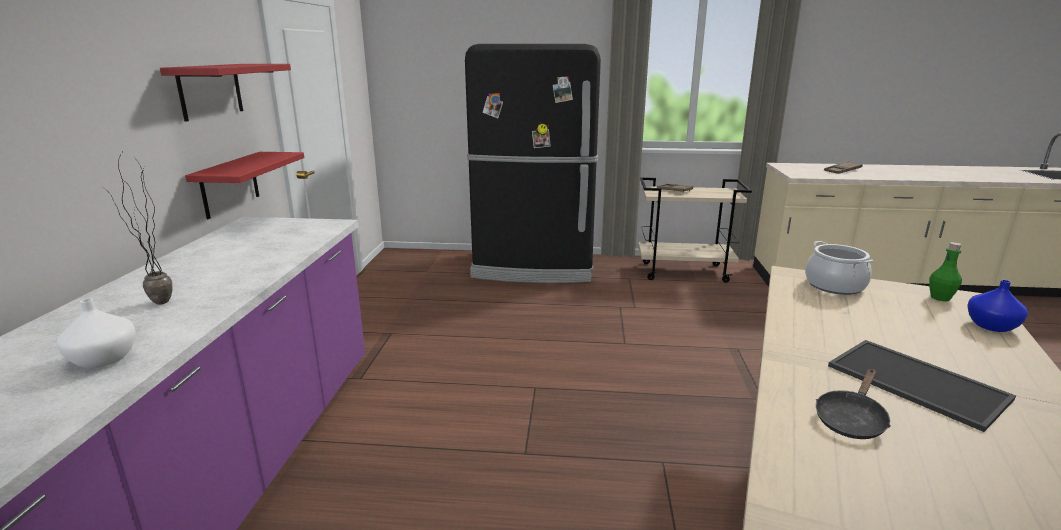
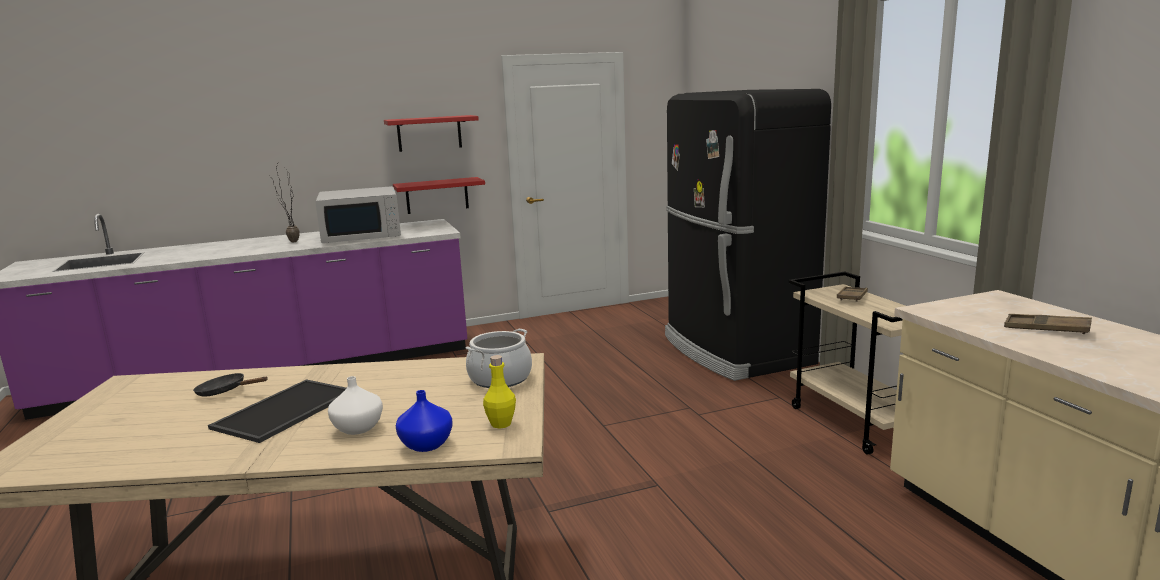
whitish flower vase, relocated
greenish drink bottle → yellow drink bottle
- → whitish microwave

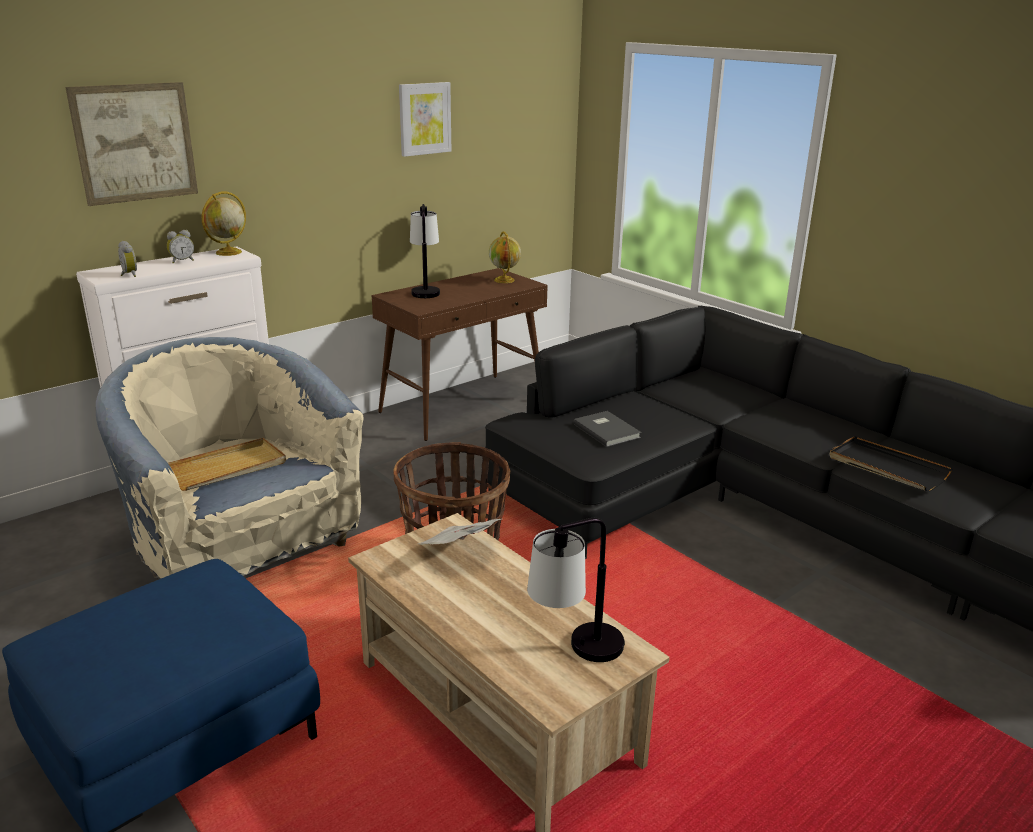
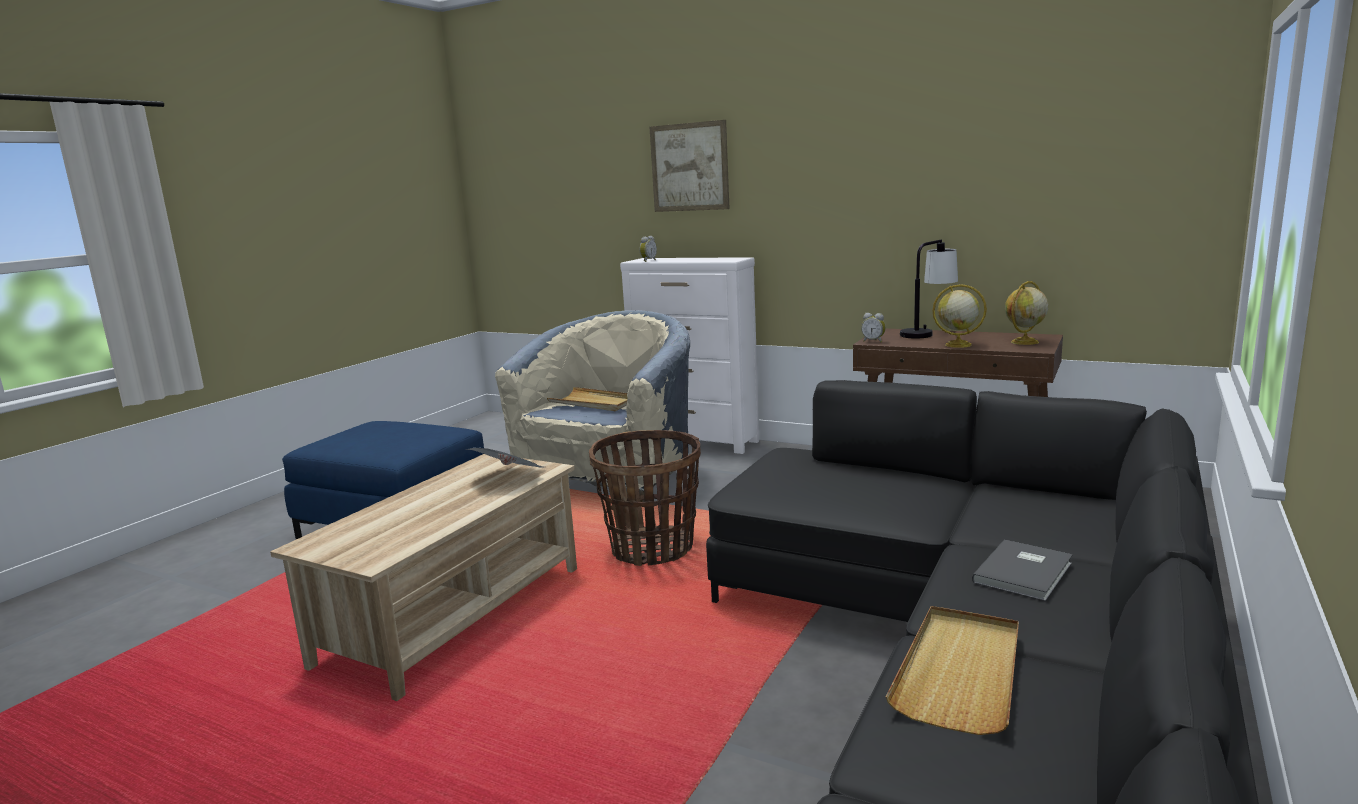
bedside clock (no. 2 from left), relocated
world globe (no. 1 from left), relocated
wall picture (no. 2 from left) → -
table lamp (no. 2 from left) → -
grey volume, relocated
blackish serving tray → beige serving tray (no. 2 from left)

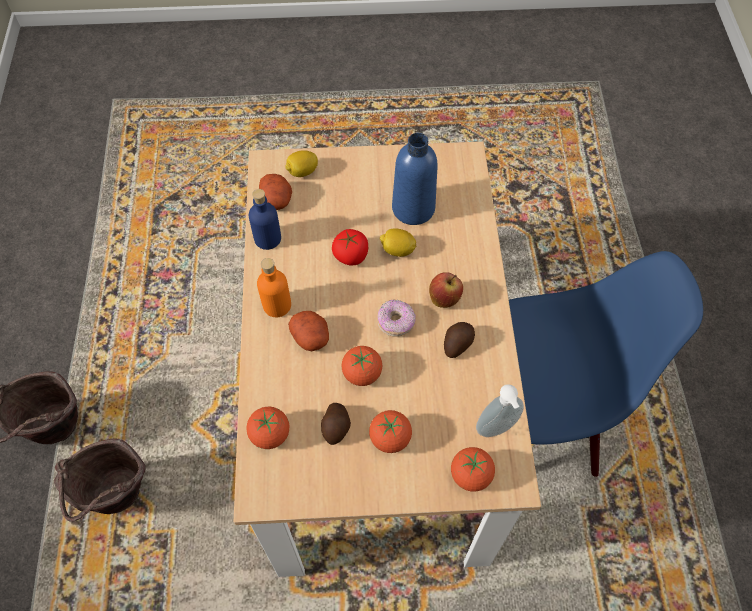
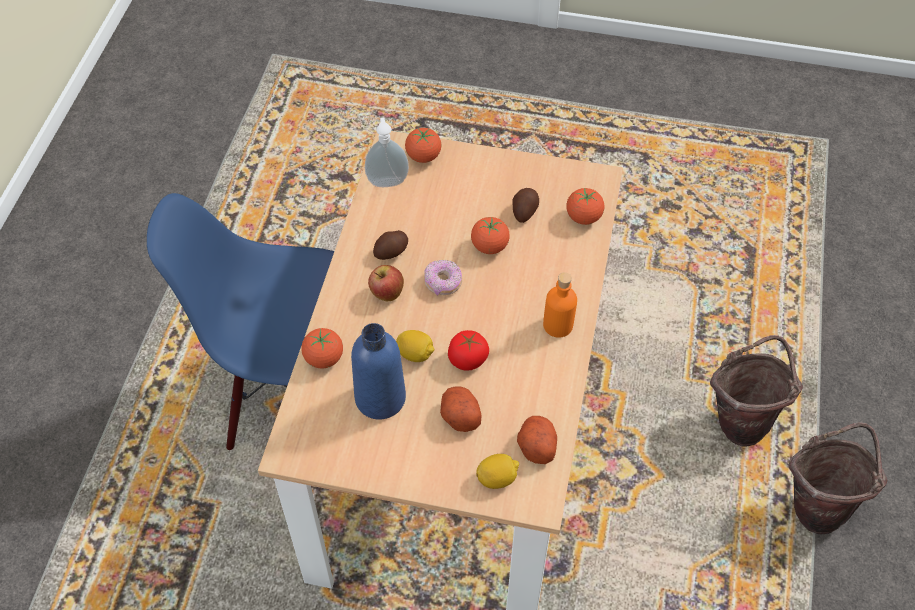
blue-coloured drink bottle (no. 1 from left) → -
spud (no. 2 from left), relocated
tomato (no. 4 from left in the first image) → tomato (no. 1 from left), relocated

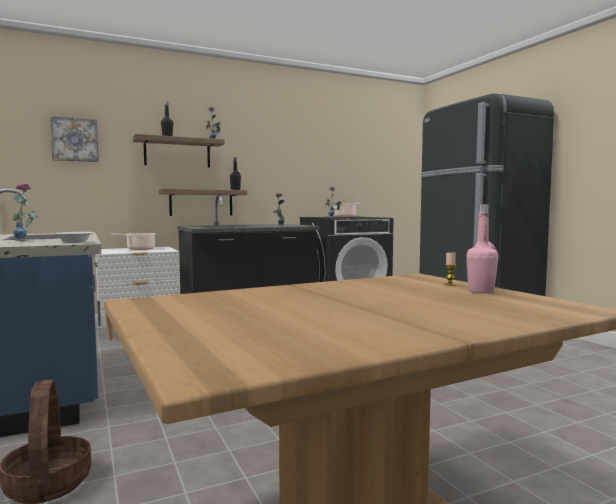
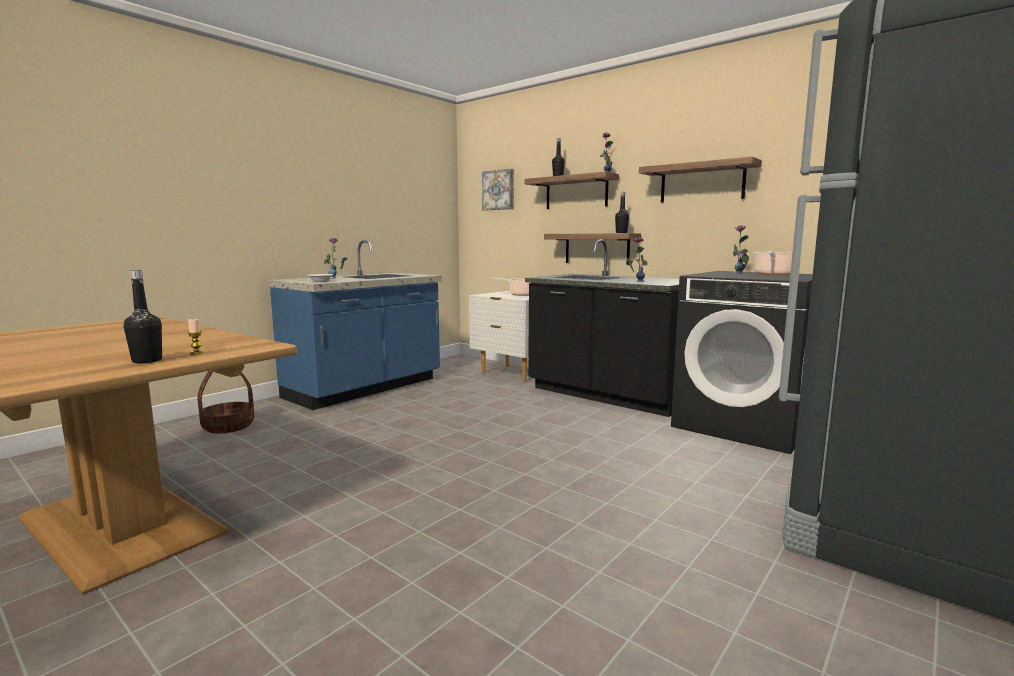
pinkish drink bottle → blackish drink bottle (no. 1 from left)
- → bracket shelf (no. 3 from left)

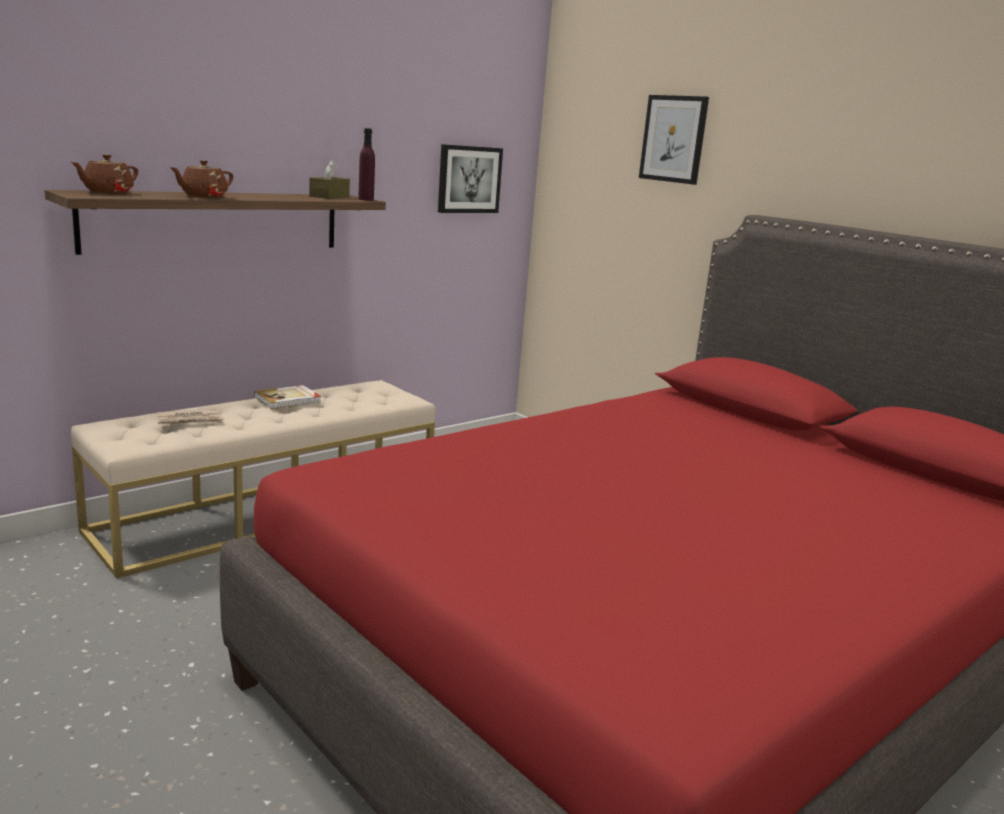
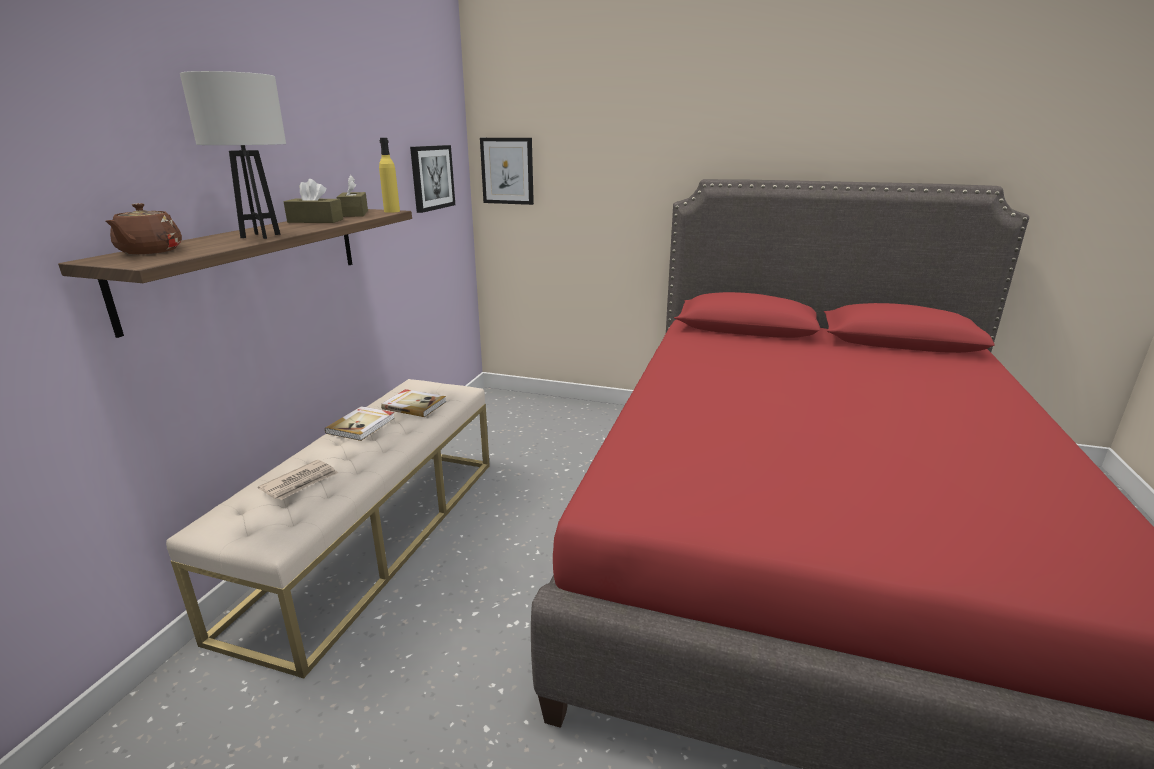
brownish pot for tea (no. 2 from left) → whitish table lamp
purple drink bottle → yellow drink bottle
wall picture (no. 2 from left), relocated
- → brownish box of tissues (no. 1 from left)
- → volume (no. 2 from left)

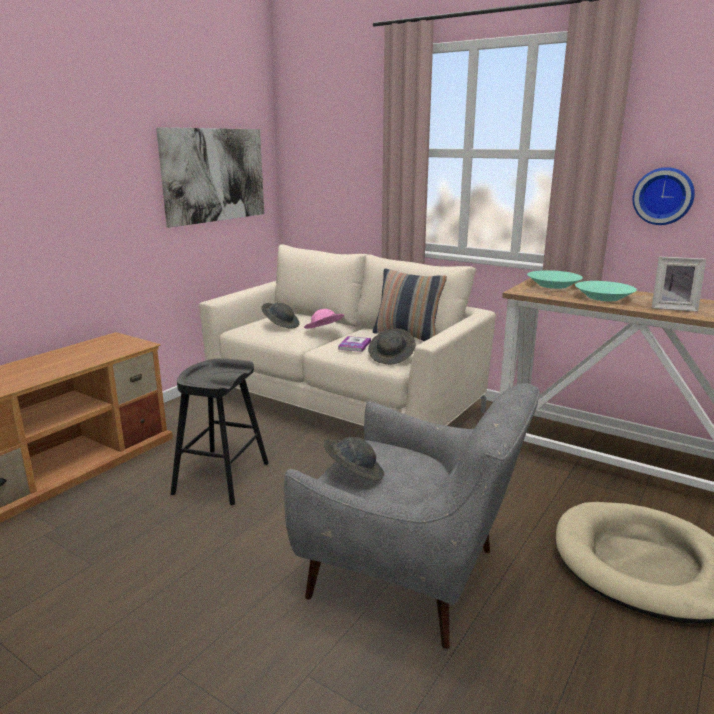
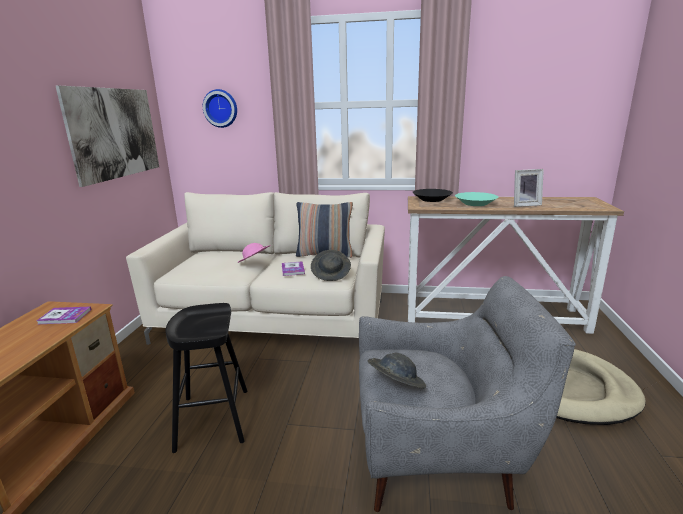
grey wearable hat (no. 1 from left) → -
turquoise-coloured bowl (no. 1 from left) → blackish bowl
hanging clock, relocated
- → volume (no. 1 from left)

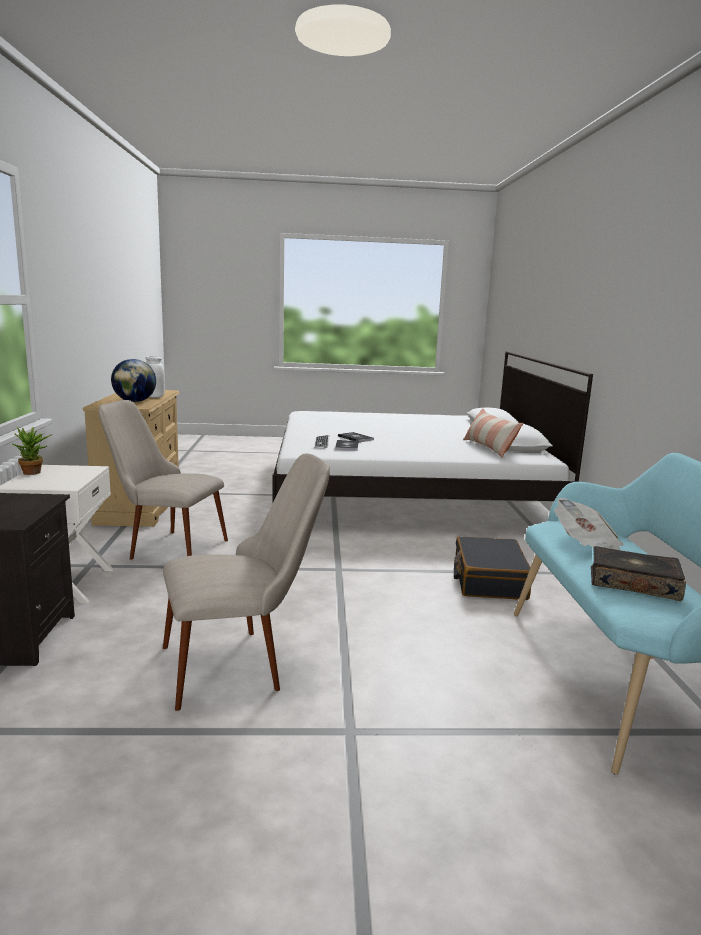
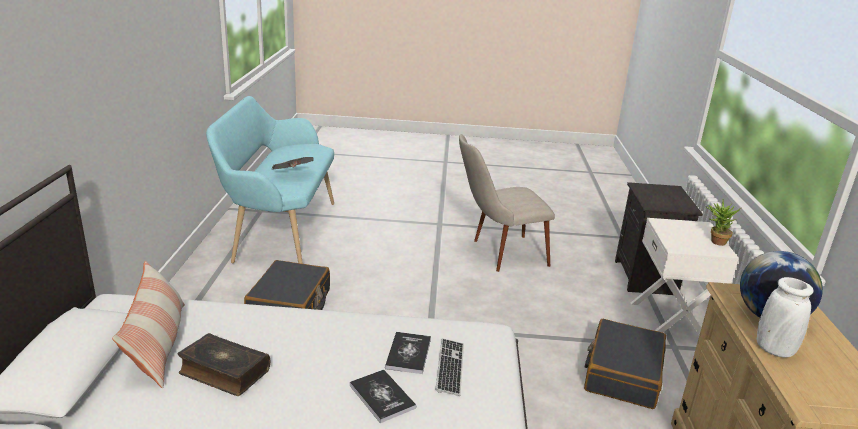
beige plain chair (no. 1 from left) → blackish piece of luggage (no. 2 from left)
volume (no. 3 from left in the first image) → volume (no. 1 from left), relocated

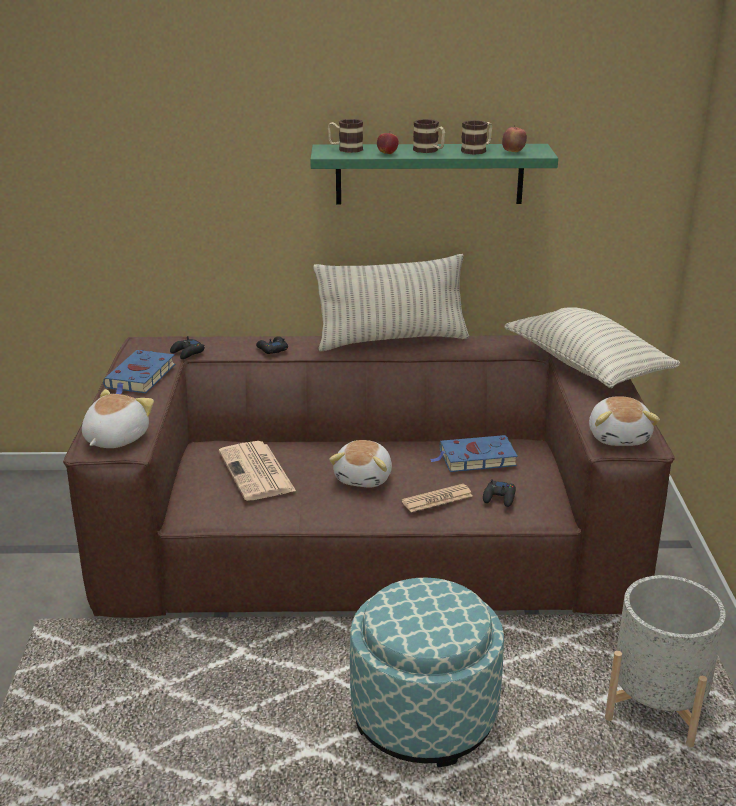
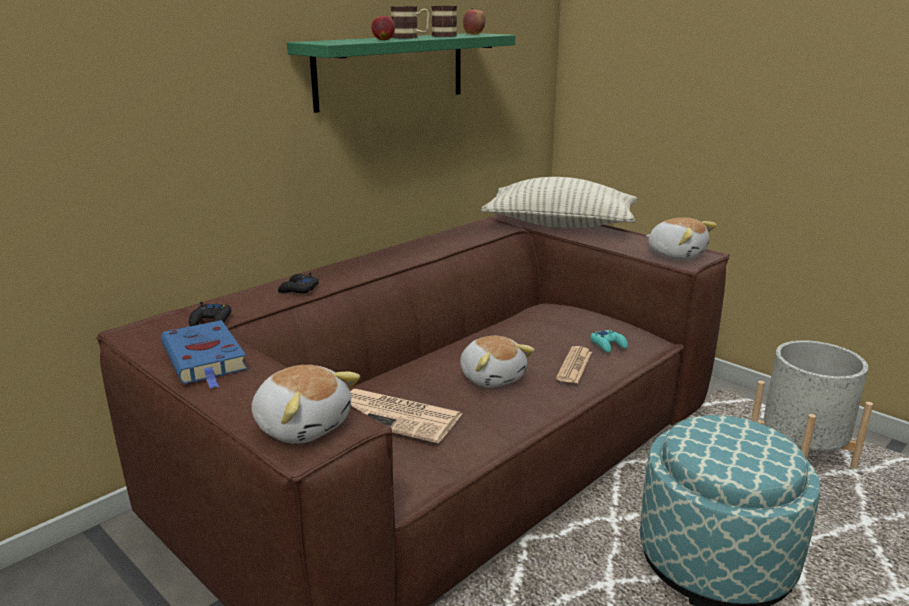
cuddly toy (no. 1 from left), 150 degrees clockwise
pillow (no. 1 from left) → -
coffee mug (no. 1 from left) → -
blue-coloured volume (no. 2 from left) → -
blackish game controller (no. 3 from left) → turquoise-coloured game controller

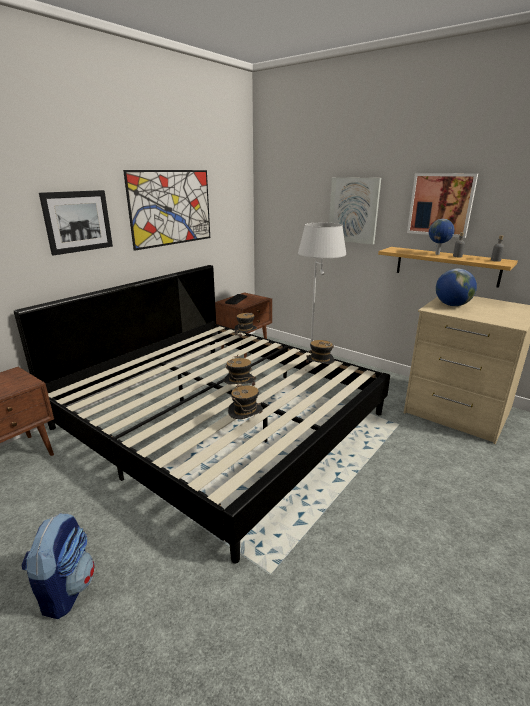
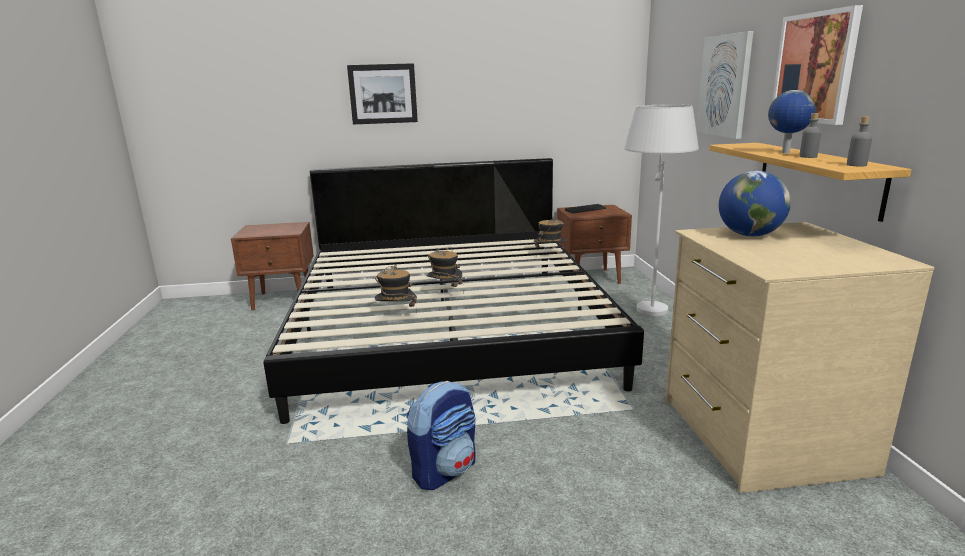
backpack, relocated
wall picture (no. 2 from left) → -
wearable hat (no. 4 from left) → -

